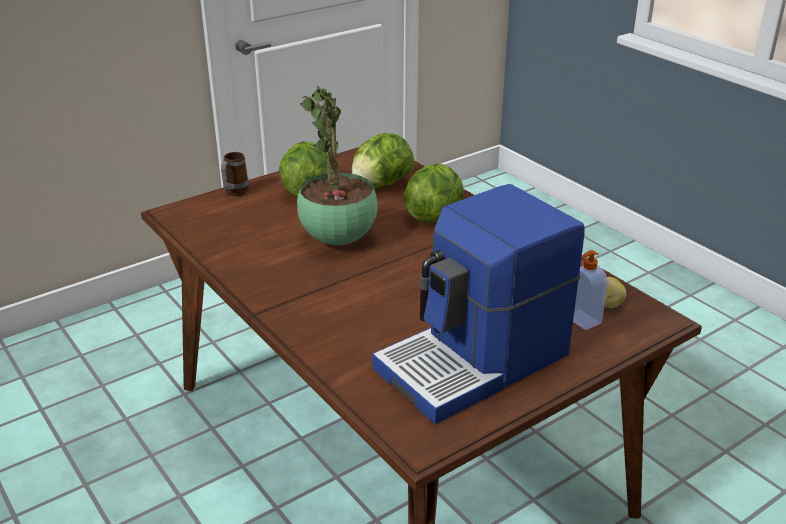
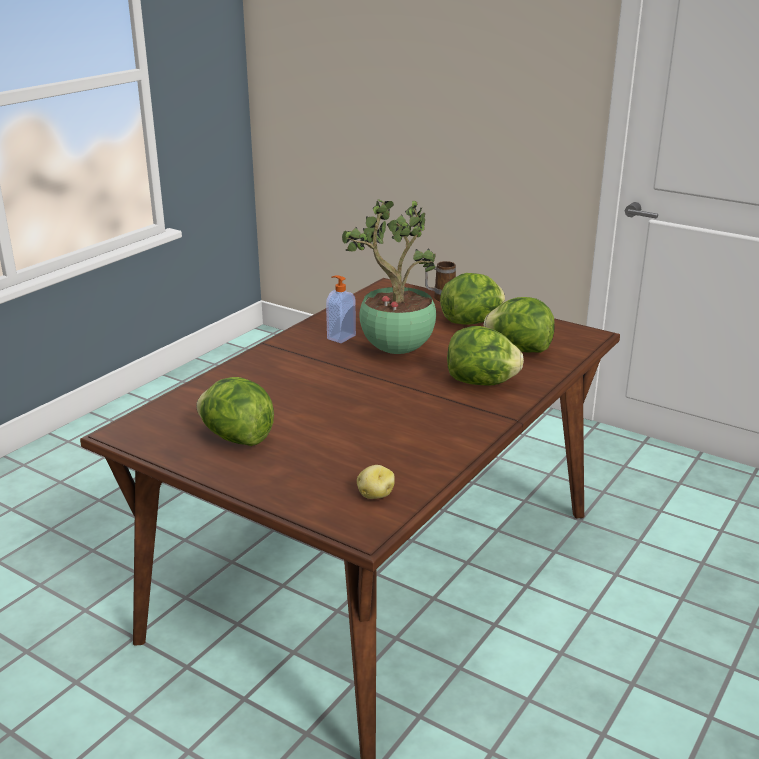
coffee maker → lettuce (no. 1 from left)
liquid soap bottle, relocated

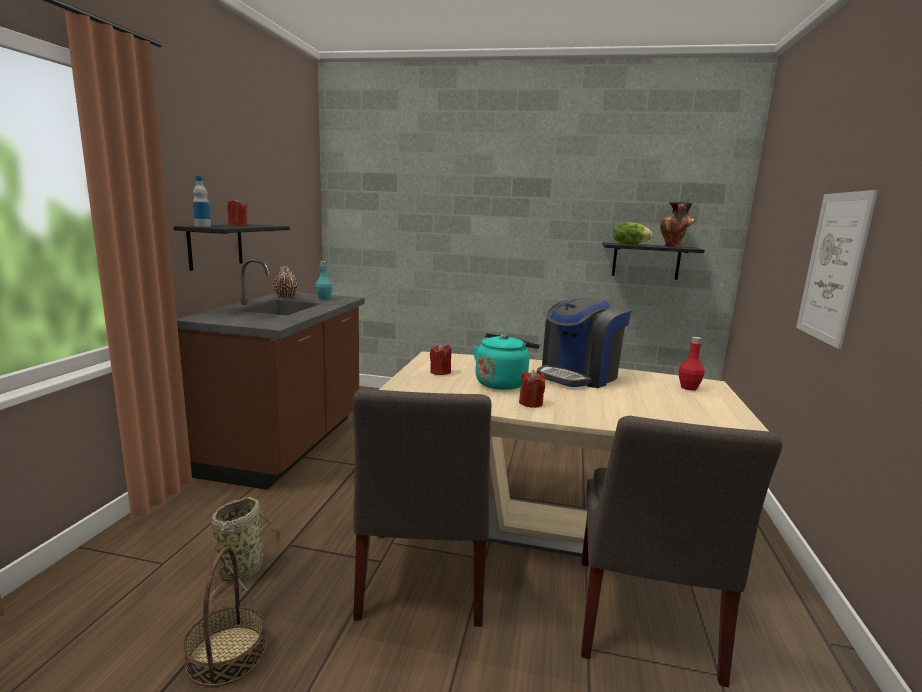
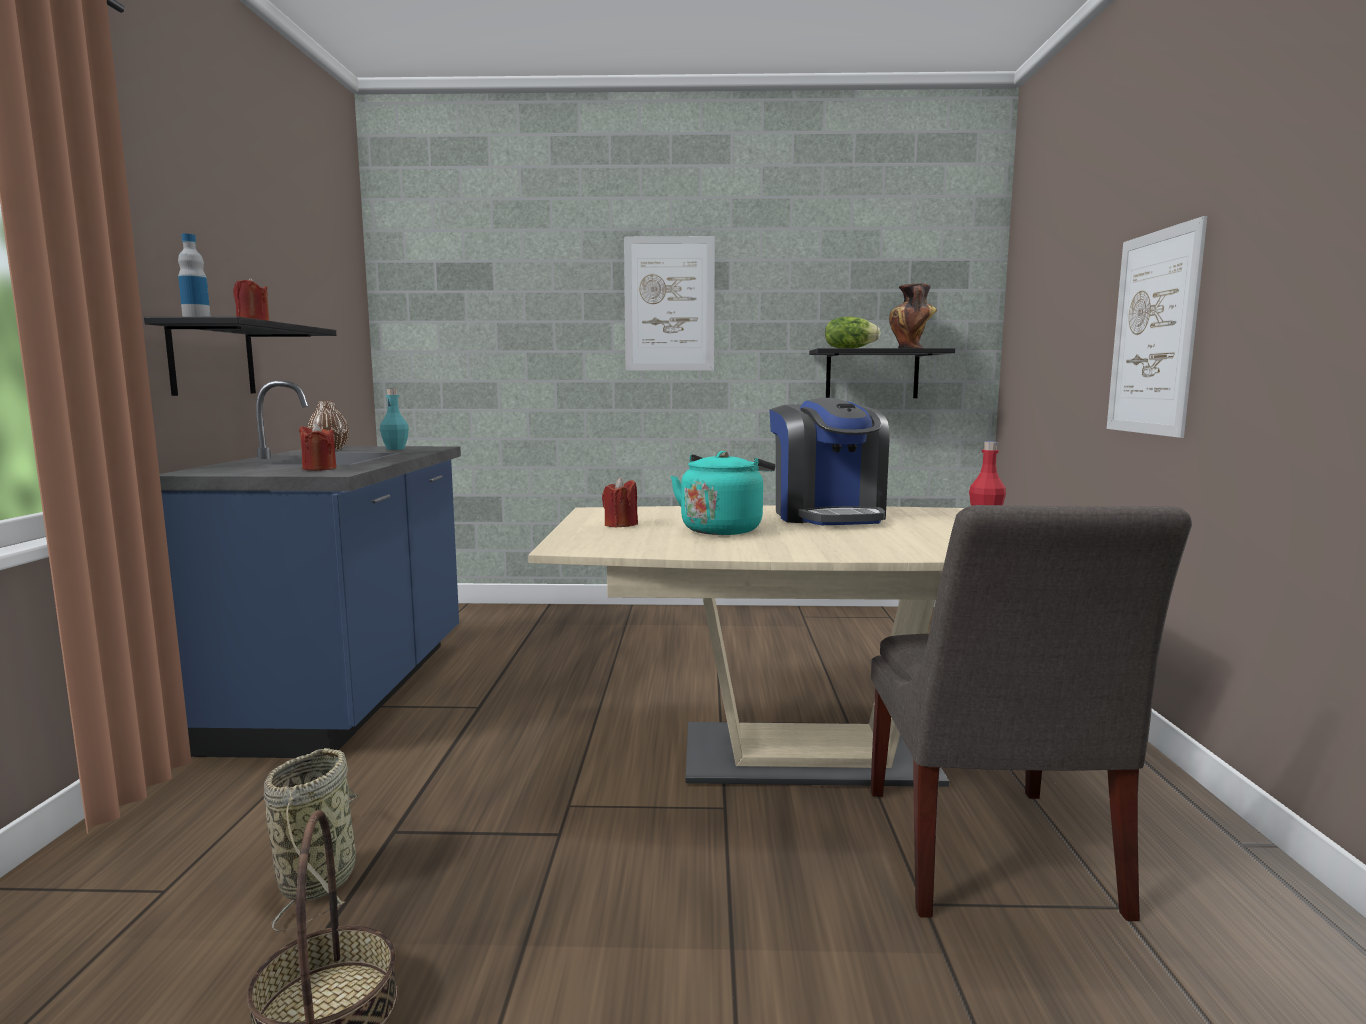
brownish counter → blue-coloured counter
grey plain chair (no. 1 from left) → -
red-coloured candle (no. 3 from left in the first image) → red-coloured candle (no. 2 from left), relocated
coffee maker, 45 degrees counterclockwise
- → wall picture (no. 1 from left)

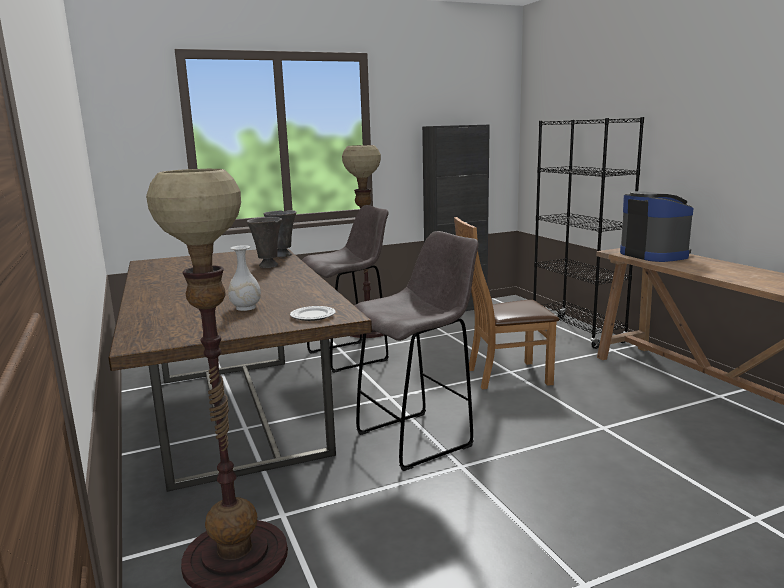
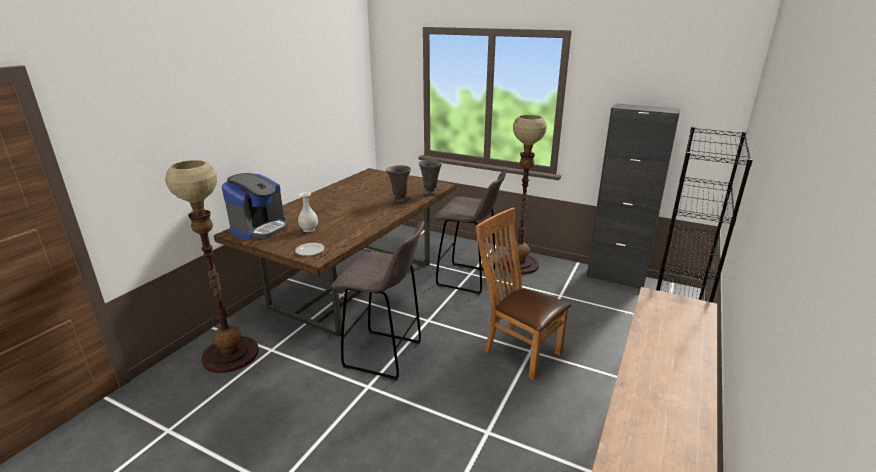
coffee maker, relocated

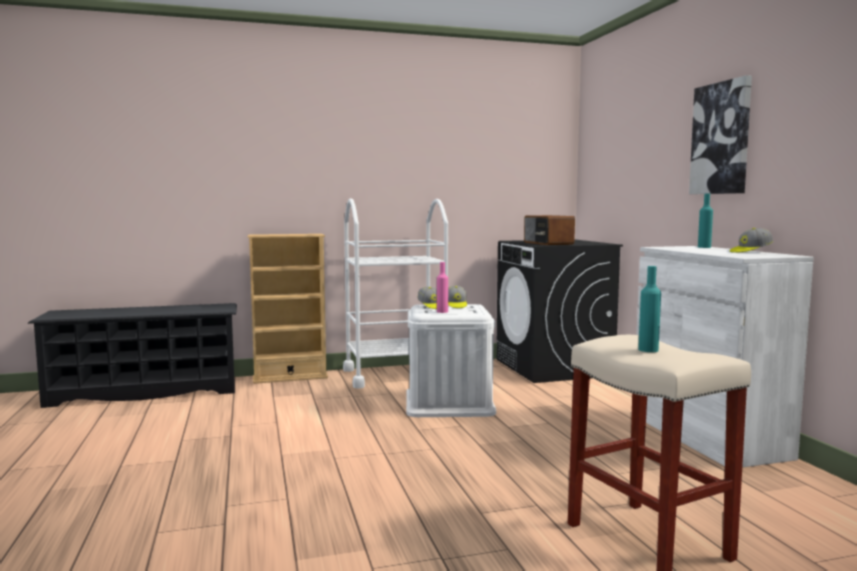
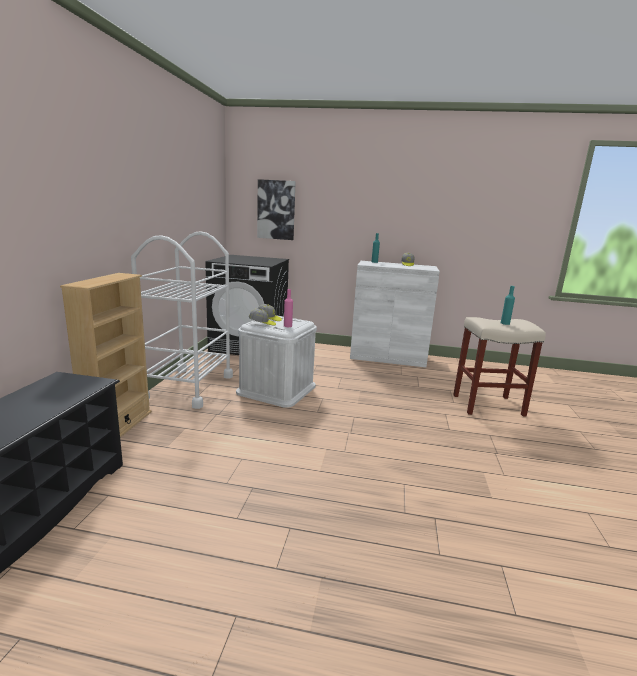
radio → -
wall picture, relocated

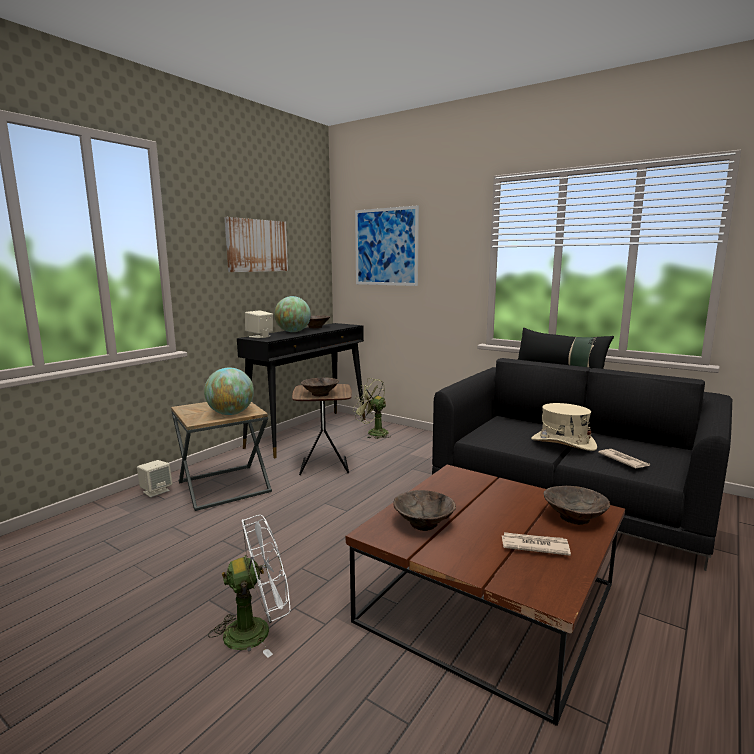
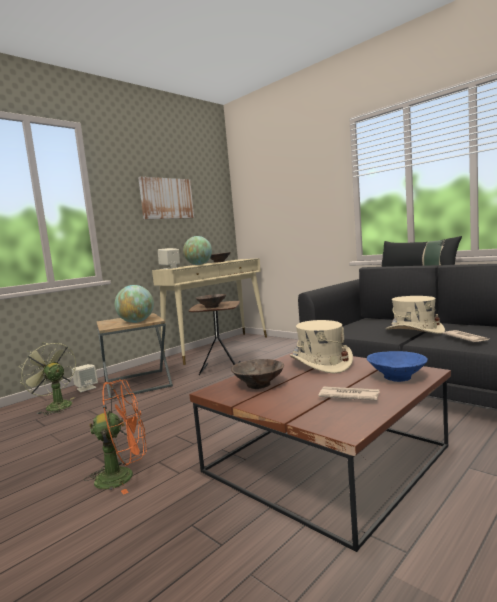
whitish electric fan → orange electric fan
blackish narrow table → beige narrow table
greenish electric fan, relocated
wall picture (no. 2 from left) → -
brownish bowl (no. 4 from left) → blue-coloured bowl
- → beige wearable hat (no. 1 from left)

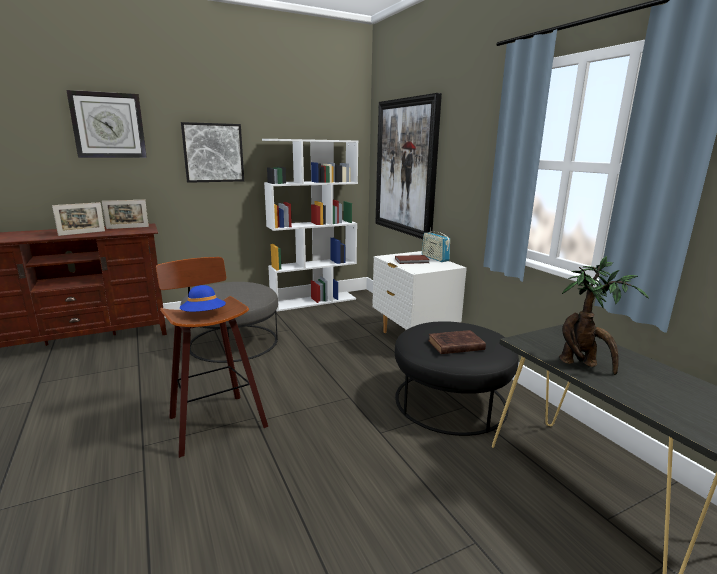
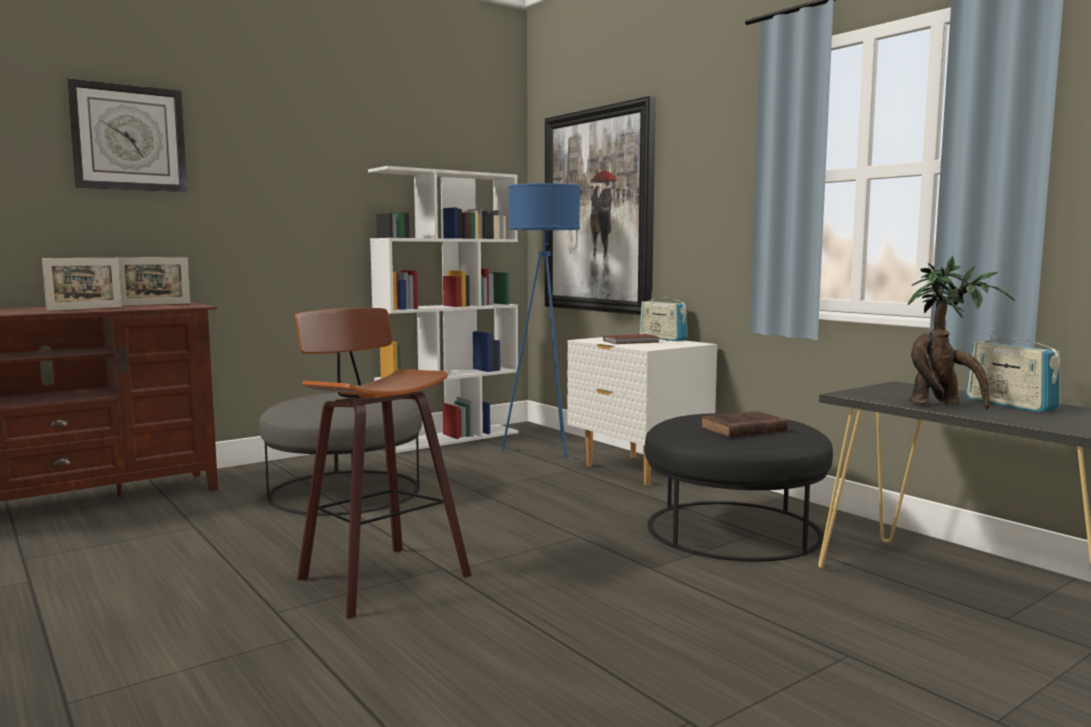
blue-coloured wearable hat → -
wall picture (no. 1 from left) → -
- → blue-coloured standard lamp
- → radio (no. 2 from left)

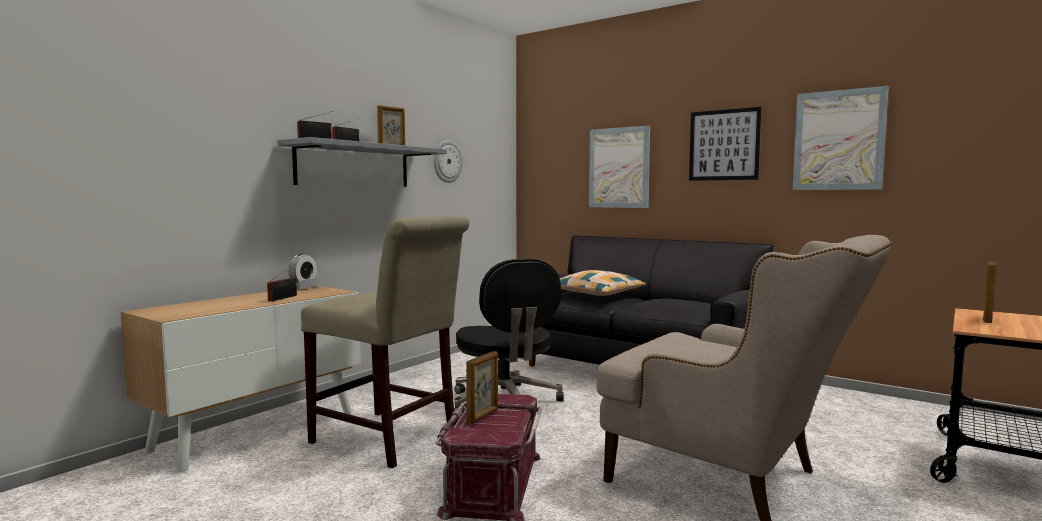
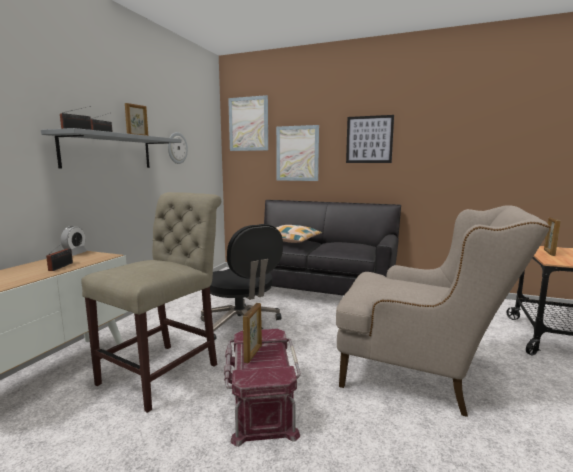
beige plain chair, 75 degrees counterclockwise
wall picture (no. 3 from left in the first image) → wall picture (no. 1 from left), relocated

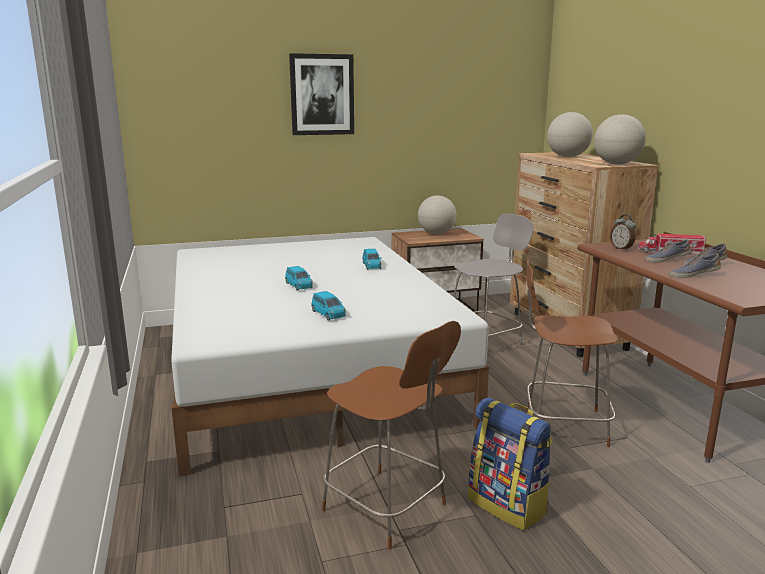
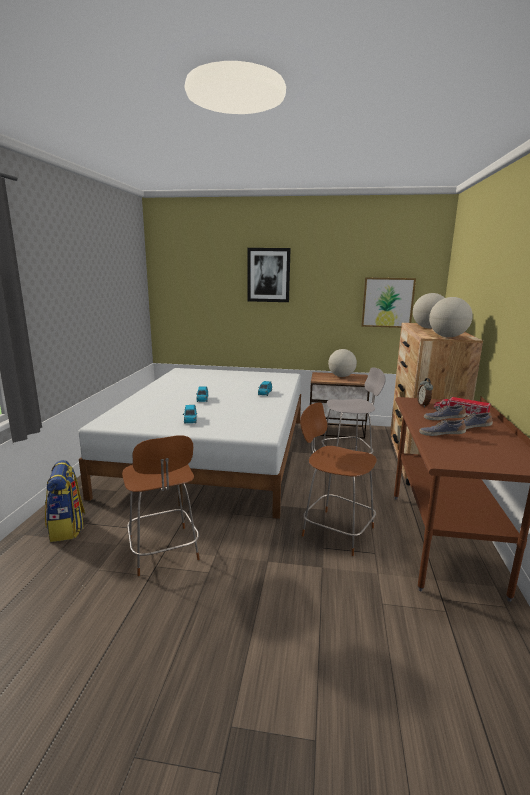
backpack, relocated
- → wall picture (no. 2 from left)

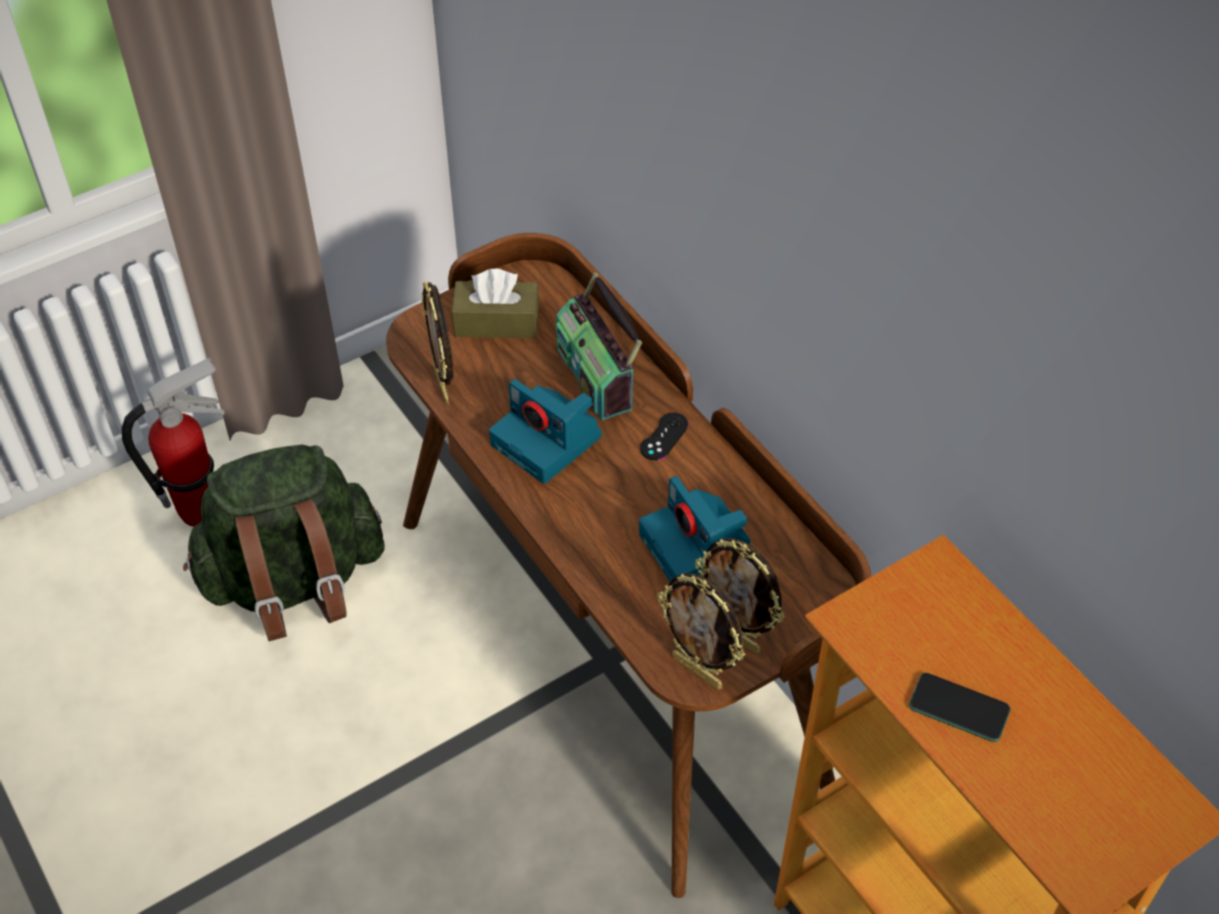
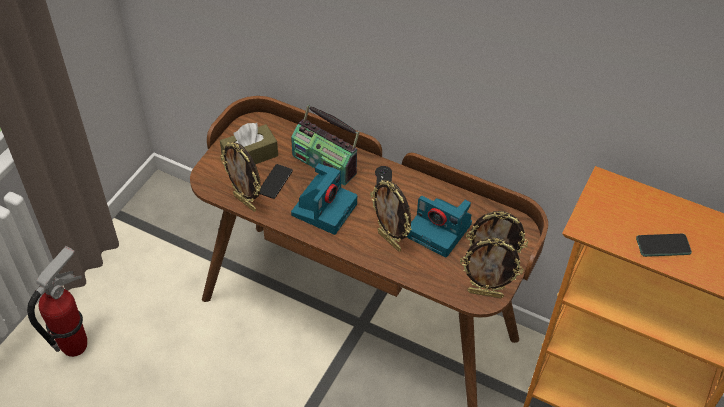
greenish backpack → -
photo camera (no. 1 from left), 75 degrees counterclockwise
- → phone (no. 1 from left)
- → photo frame (no. 2 from left)

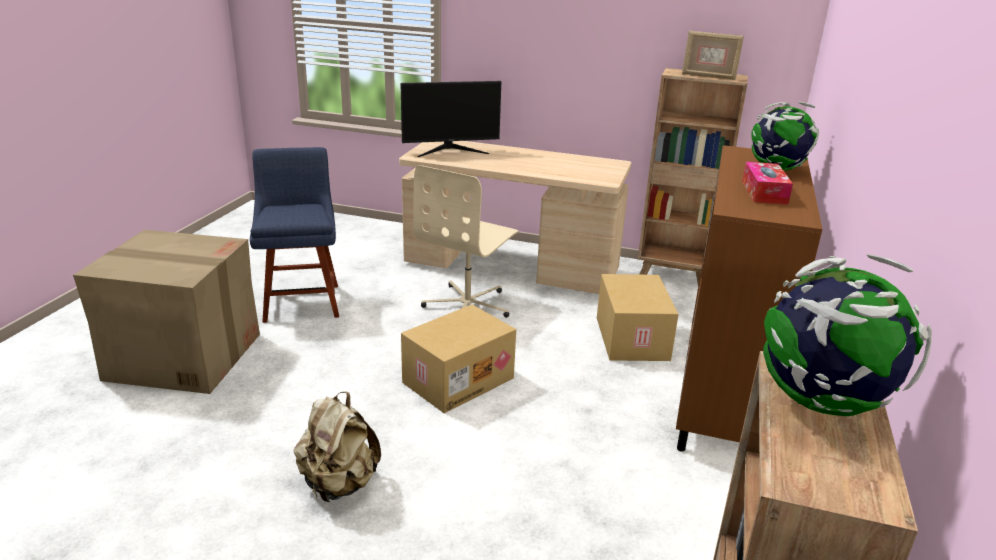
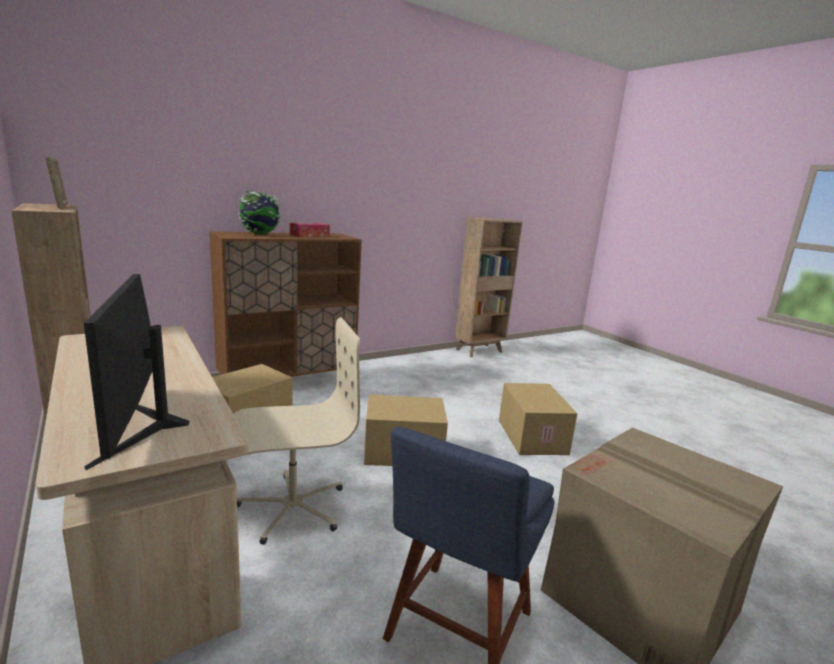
beige backpack → cardboard box (no. 3 from left)
monitor, 135 degrees counterclockwise
world globe (no. 2 from left) → -

